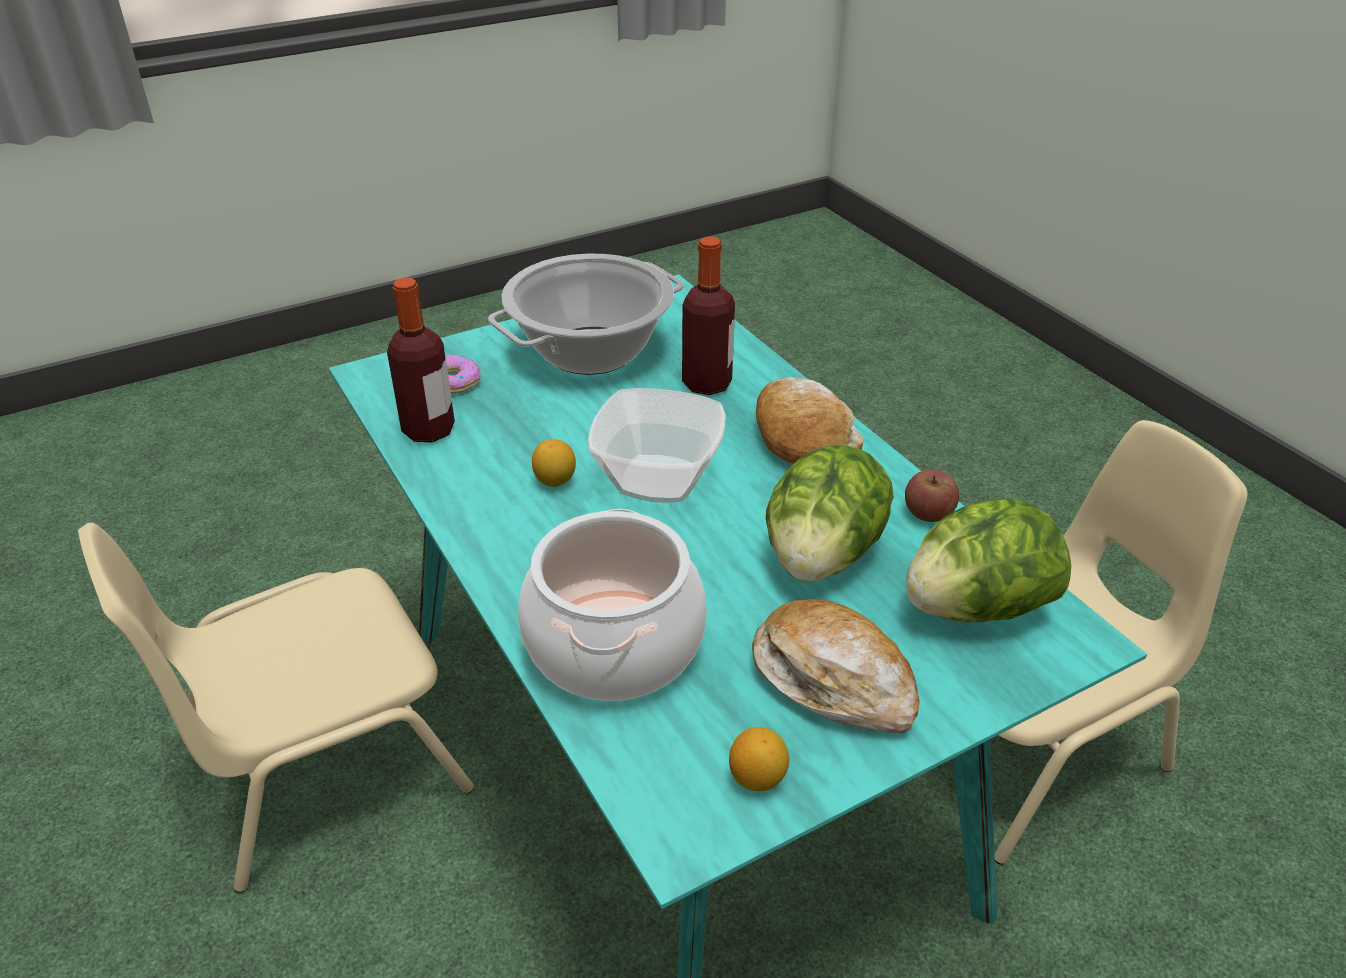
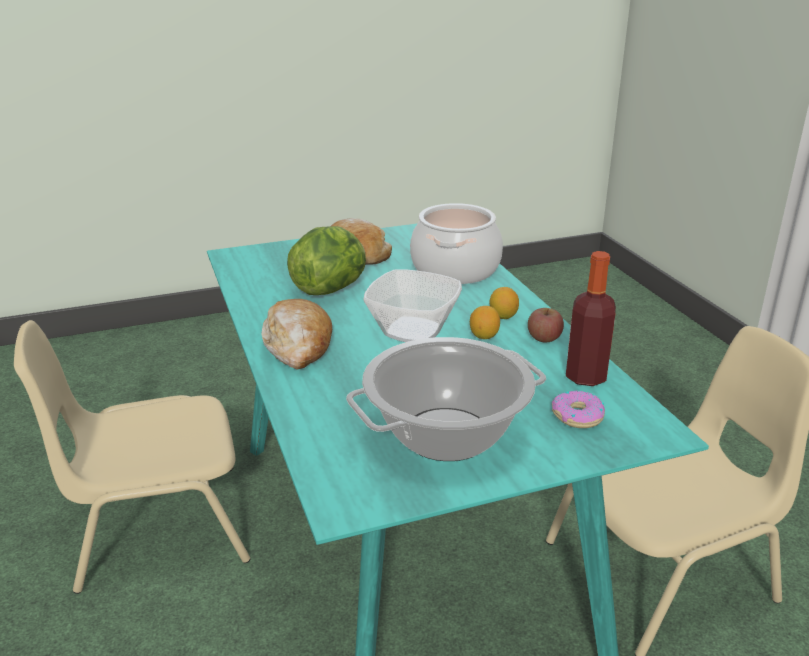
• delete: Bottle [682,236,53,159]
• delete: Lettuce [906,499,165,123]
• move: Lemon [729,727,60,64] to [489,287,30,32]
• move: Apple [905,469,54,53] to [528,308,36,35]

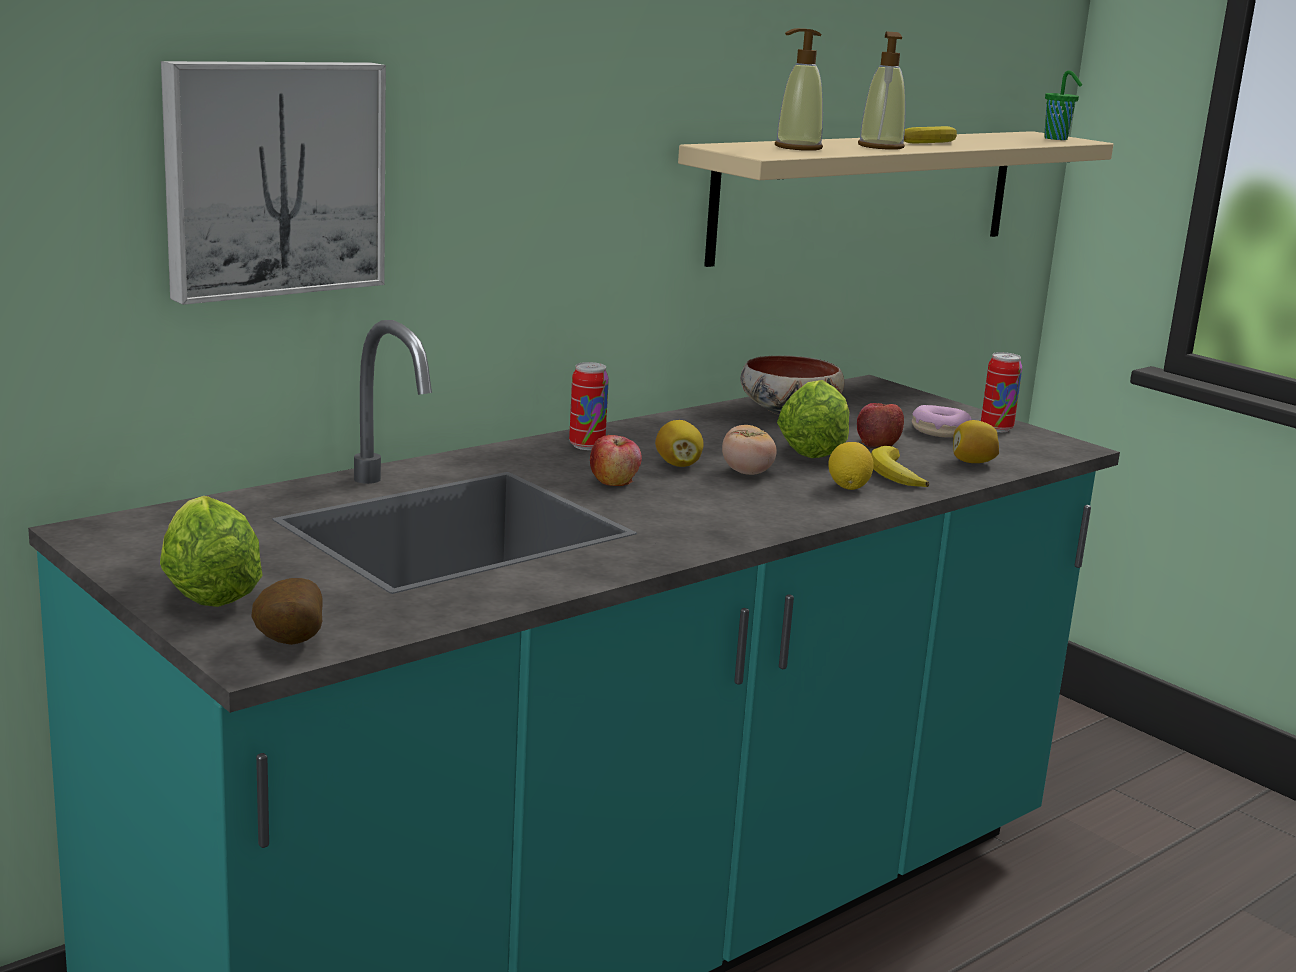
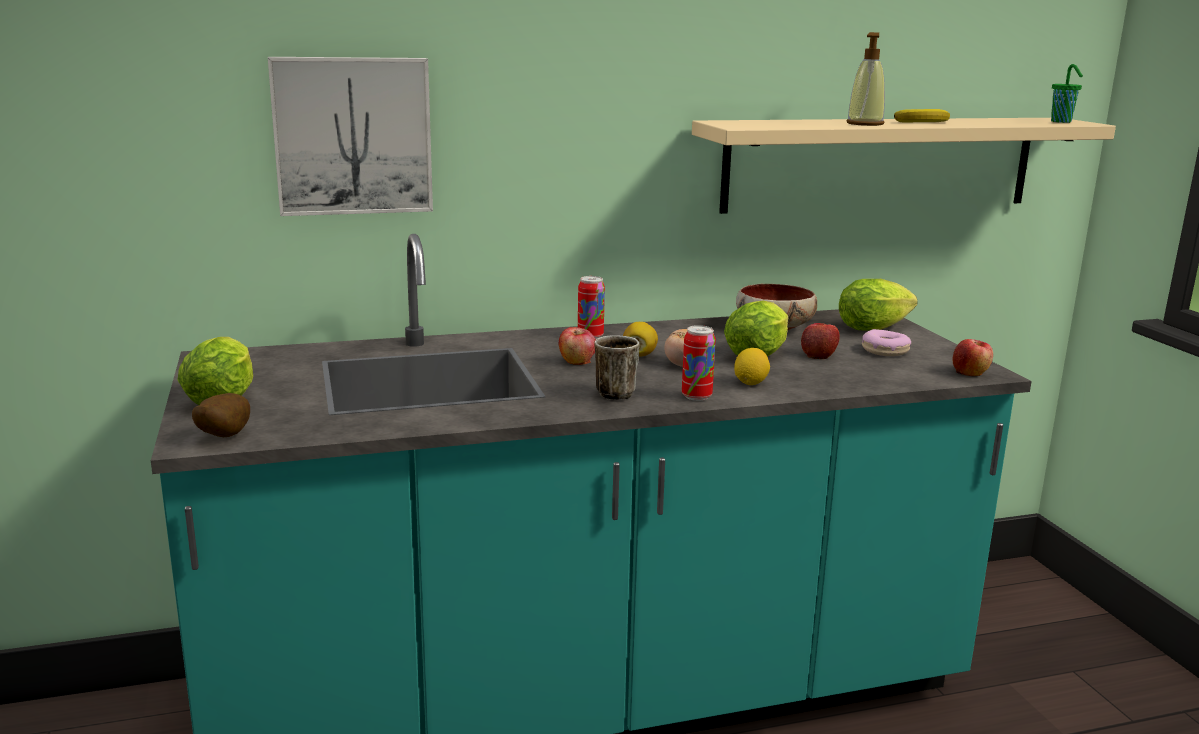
• delete: SoapDispenser [775,28,48,123]
• delete: Banana [871,446,58,41]
• delete: Lemon [953,420,46,43]
• insert: Mug [594,335,45,65]
• insert: Lettuce [839,279,79,52]
• insert: Apple [952,339,41,37]
• move: Can [981,352,41,80] to [682,325,34,76]

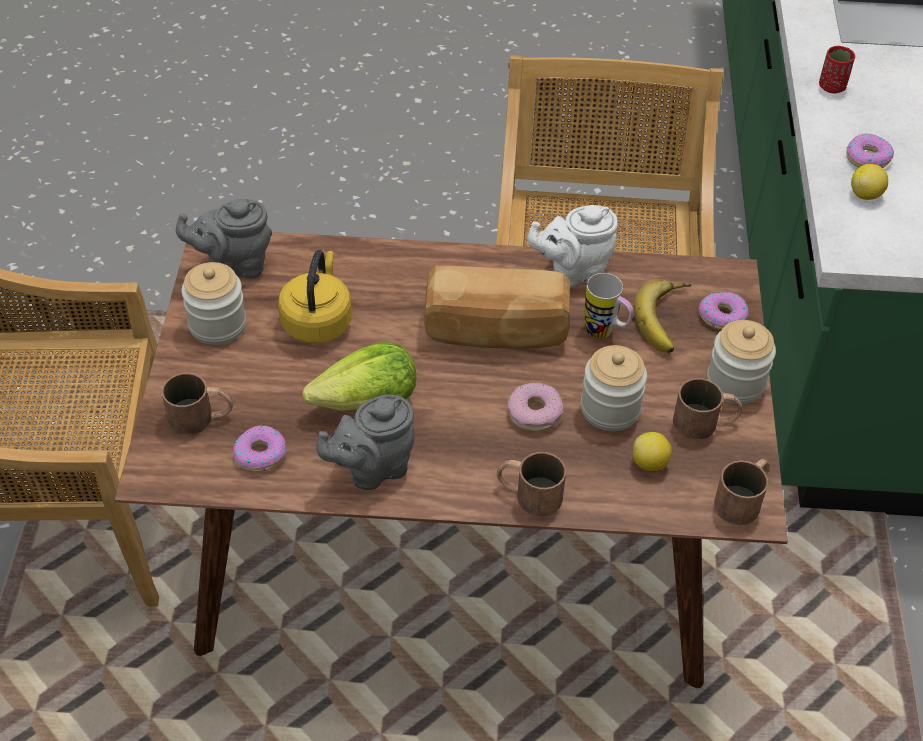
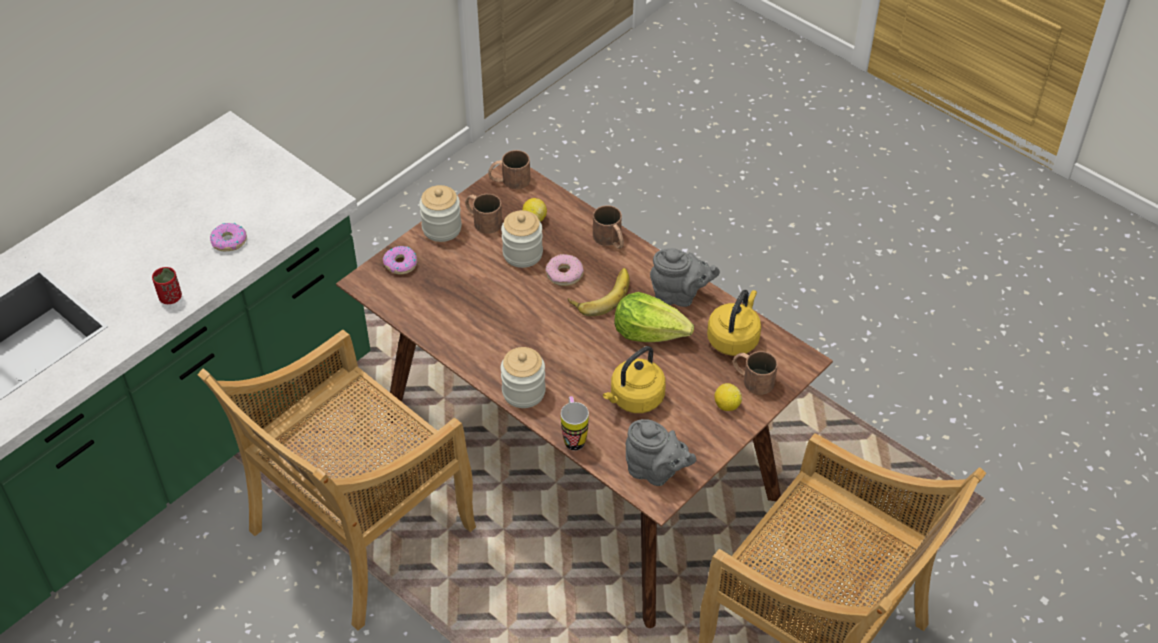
• delete: Bread [424,265,146,84]
• delete: WhiteTeapot [527,205,91,83]
• move: Jar [181,262,65,83] to [501,347,45,61]
• move: Mug [585,273,49,66] to [561,396,28,55]
• move: Banana [633,279,58,74] to [568,268,62,48]
• move: Lemon [851,164,37,36] to [714,383,28,28]
• replace: Donut [233,425,54,47] to YellowKettle [707,290,54,66]

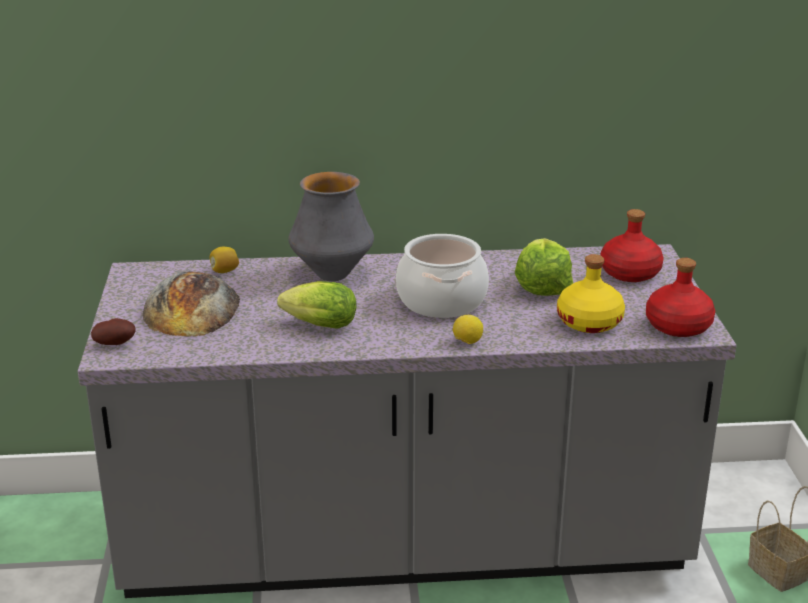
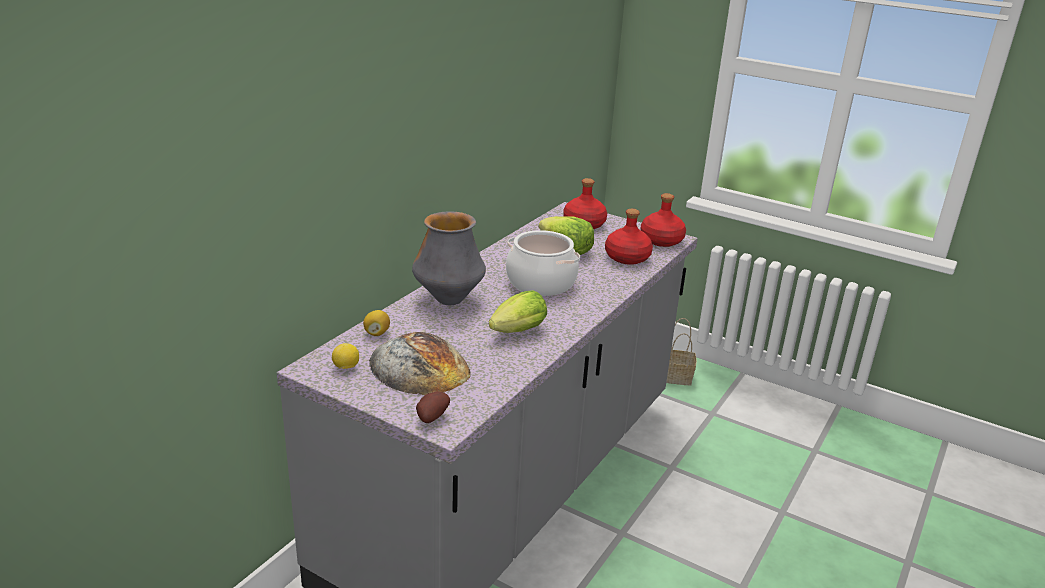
• move: Lemon [453,315,30,29] to [332,343,27,26]
• recolor: YellowBottle [557,254,68,79] to RedBottle [605,209,48,56]

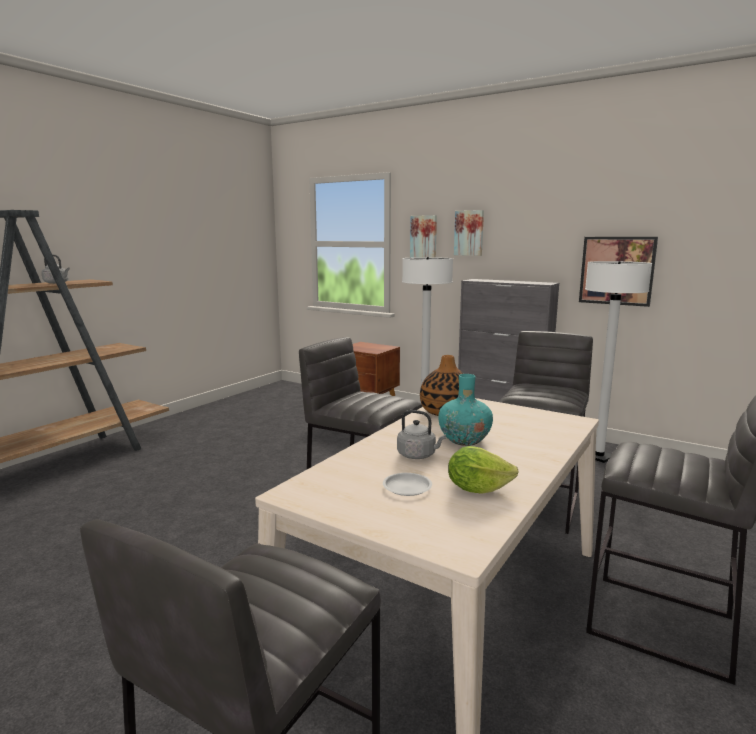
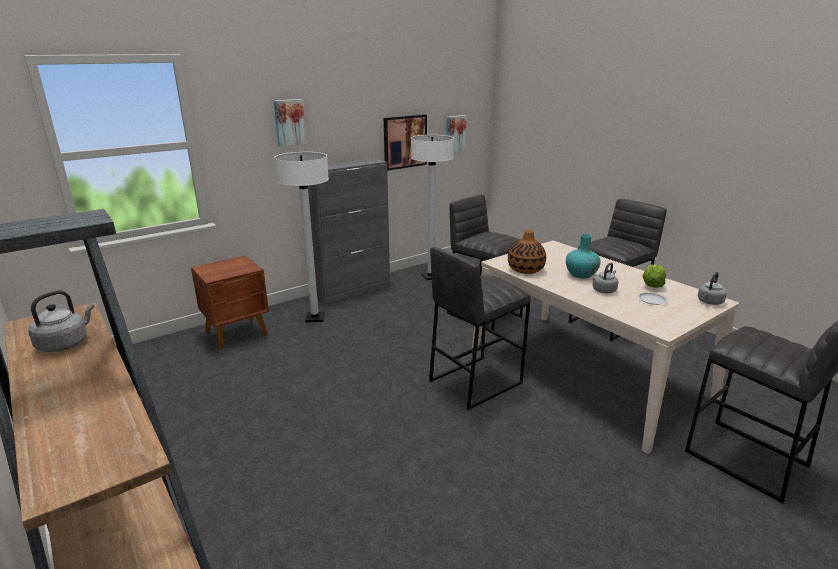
• insert: GreyKettle [697,272,30,33]
• move: Picture [410,215,27,43] to [446,115,21,38]

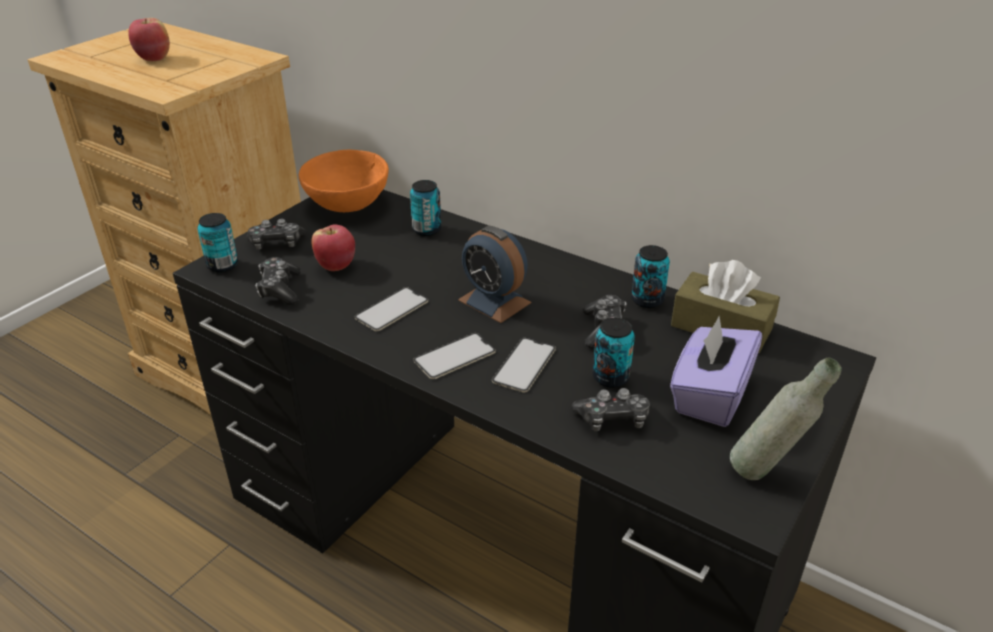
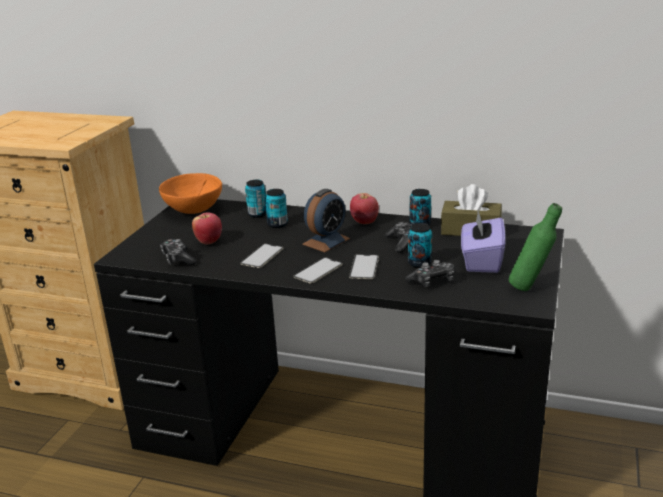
• delete: GameController [247,219,60,31]
• move: Apple [128,18,42,43] to [350,193,29,31]
• move: Can [197,213,41,59] to [265,189,23,39]
• recolor: GreyBottle [730,357,112,123] to GreenBottle [509,203,53,88]
• rotate: AlarmClock [458,226,73,97] = [302,189,48,63] 75 degrees counterclockwise

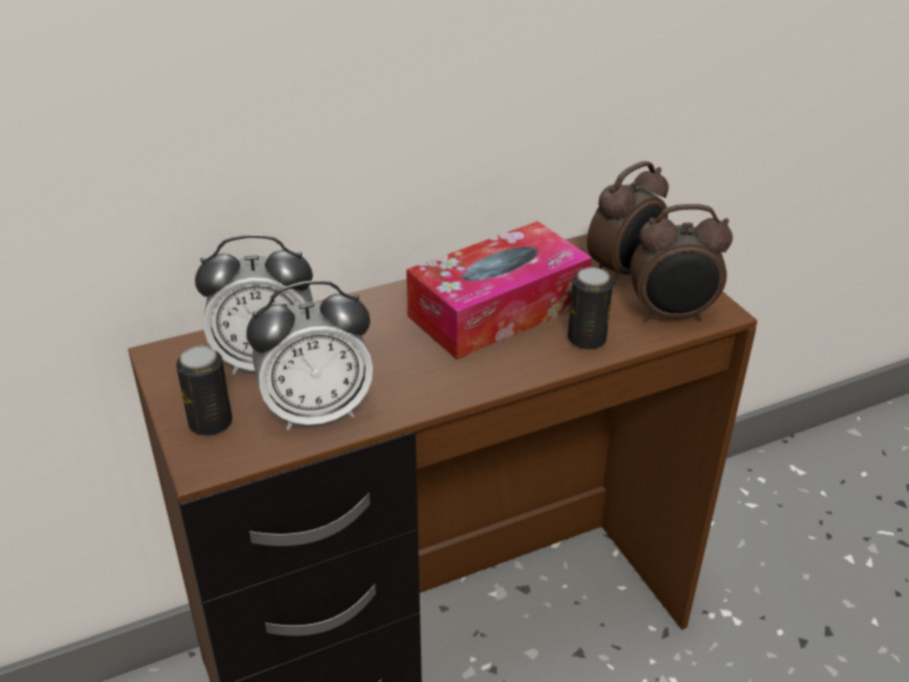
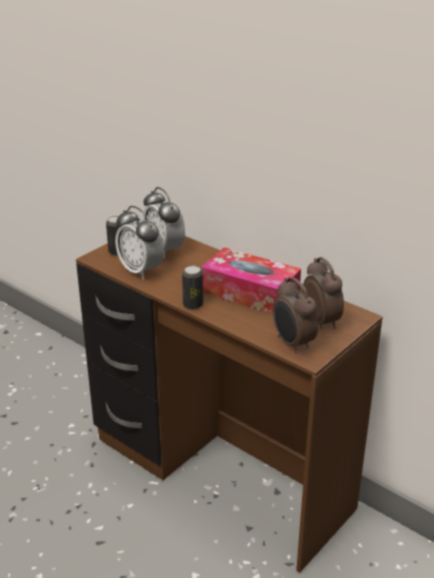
• move: Can [568,267,45,83] to [182,266,21,43]
• rotate: AlarmClock [587,161,82,124] = [303,257,41,73] 135 degrees counterclockwise

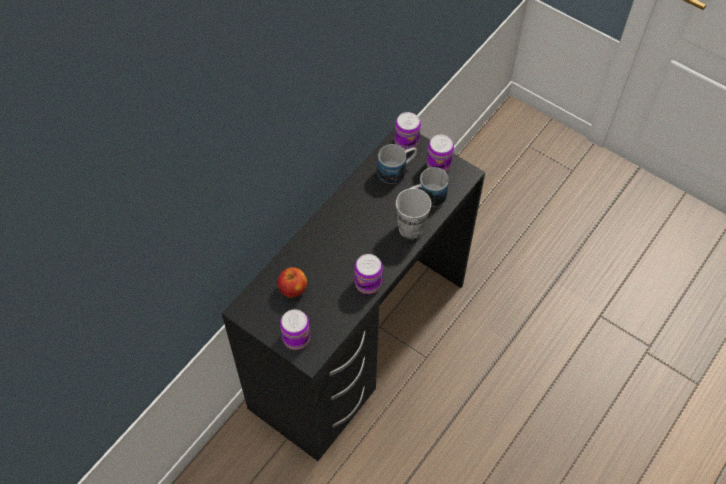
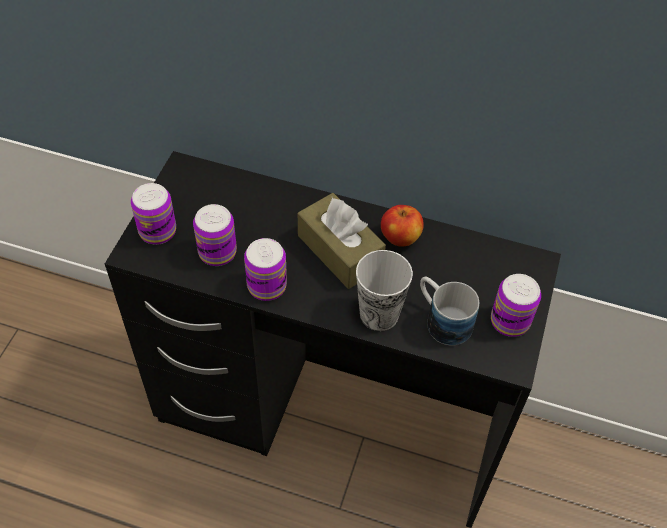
• delete: Mug [377,144,40,40]
• insert: BrownTissueBox [298,193,88,96]
• move: Apple [277,267,30,31] to [381,205,43,42]
• move: Can [395,112,26,38] to [193,204,44,62]

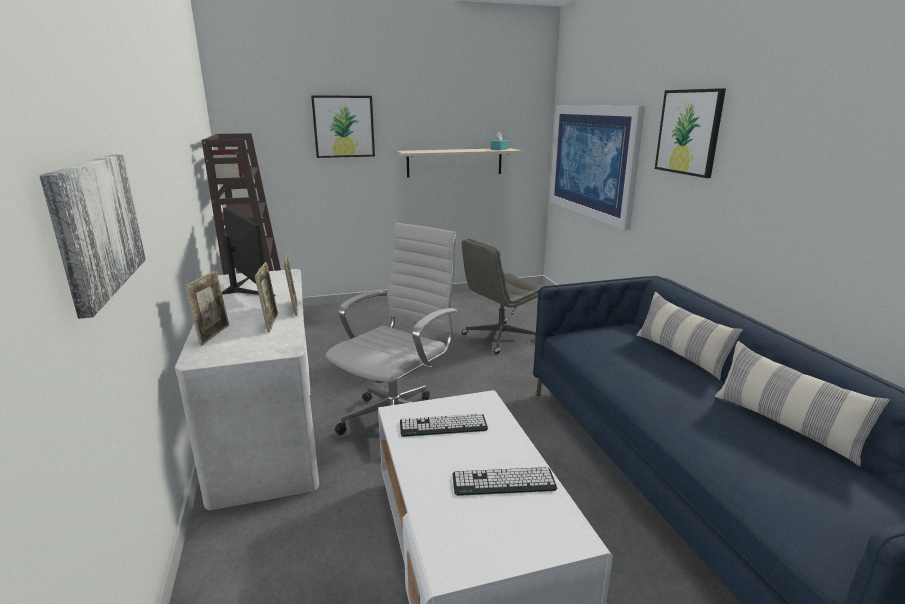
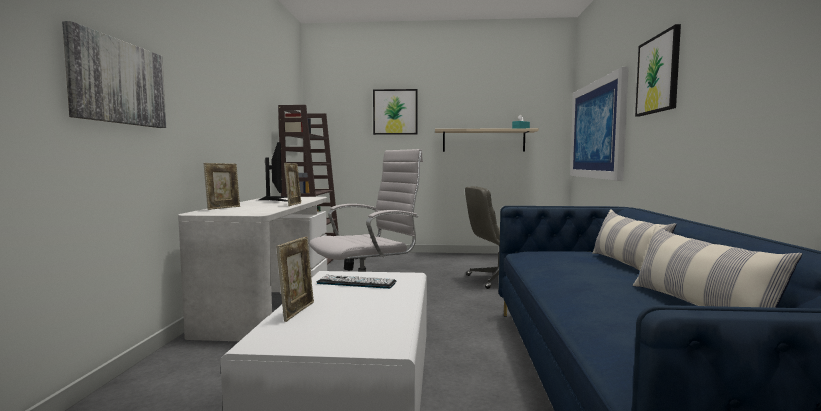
• delete: Keyboard [452,467,105,29]
• move: PictureFrame [255,262,23,70] to [277,237,37,85]

